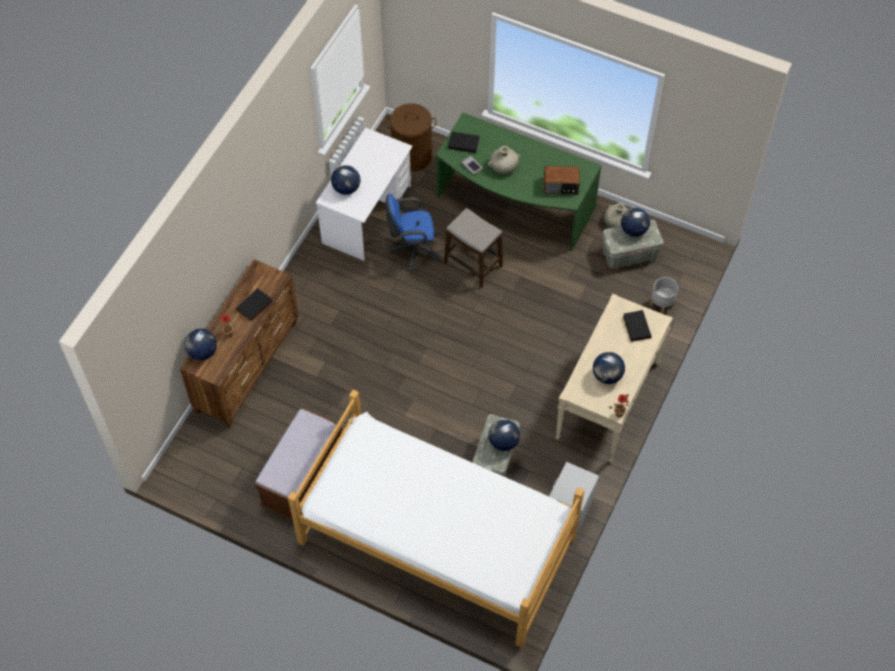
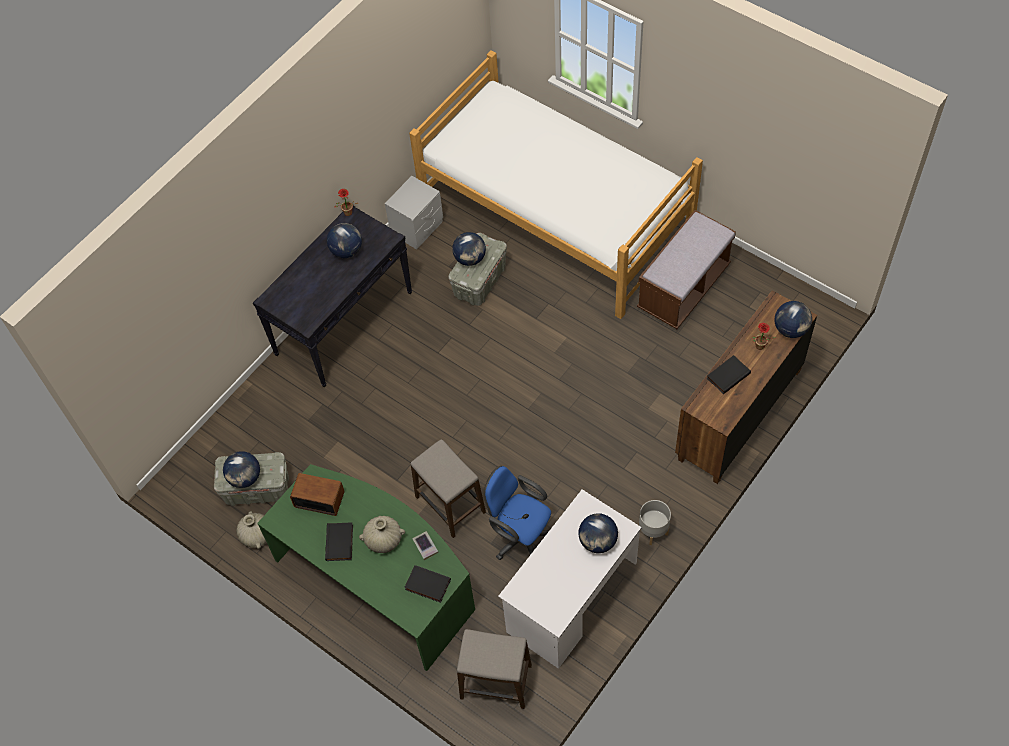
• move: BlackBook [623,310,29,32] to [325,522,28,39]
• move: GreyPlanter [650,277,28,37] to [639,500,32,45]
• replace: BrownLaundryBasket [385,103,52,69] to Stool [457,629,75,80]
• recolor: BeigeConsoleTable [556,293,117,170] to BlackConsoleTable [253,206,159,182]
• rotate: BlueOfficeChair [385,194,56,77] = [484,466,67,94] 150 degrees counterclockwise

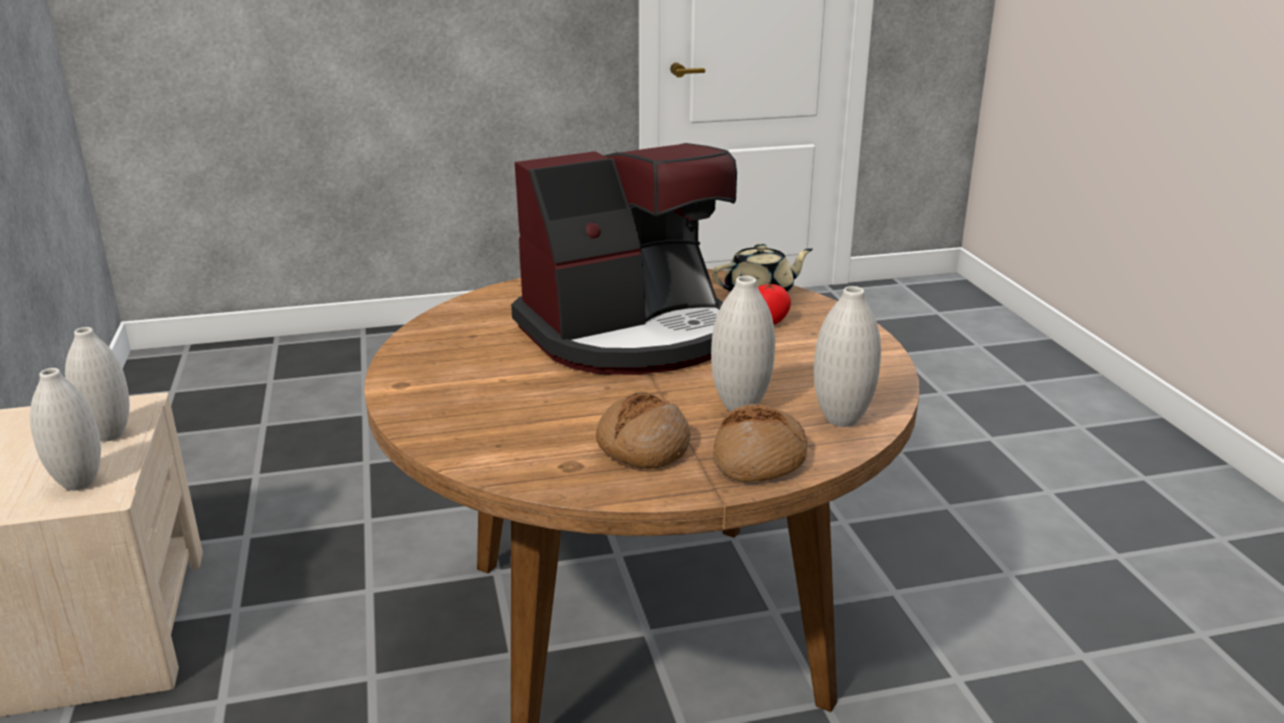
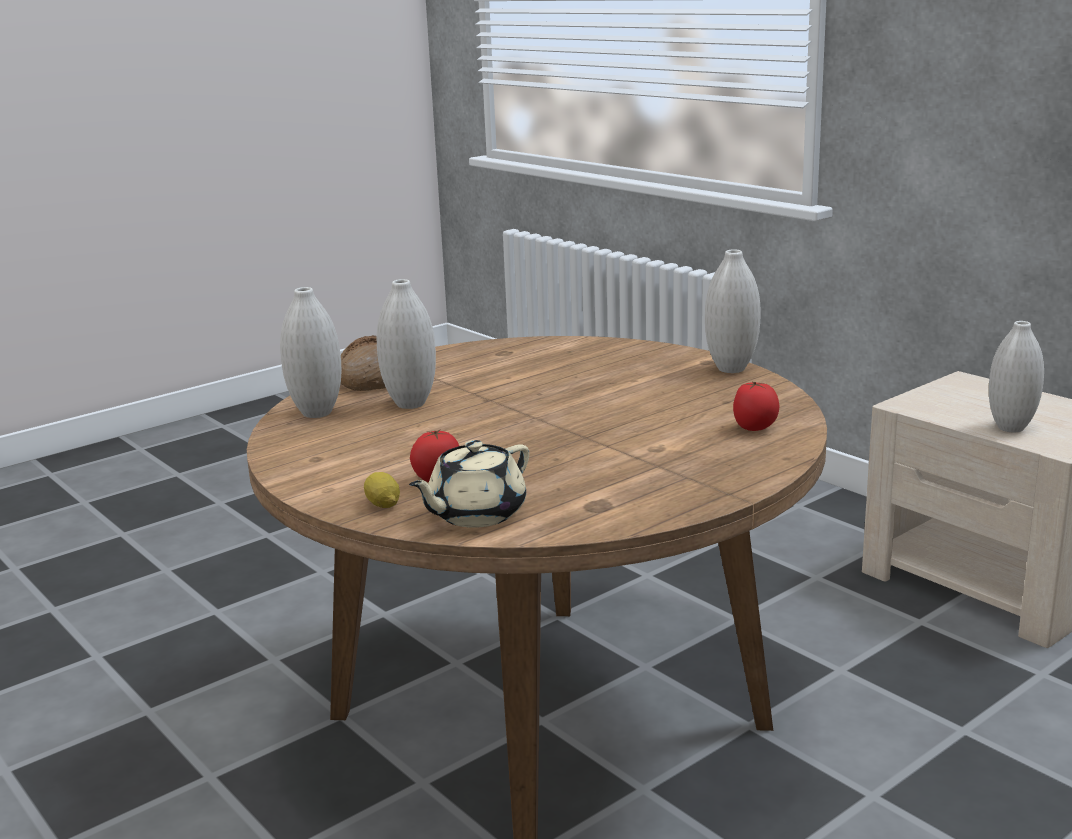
• delete: CoffeeMachine [511,143,226,232]
• delete: Bread [596,392,94,77]
• insert: Lemon [364,472,36,36]
• insert: Tomato [733,381,46,50]
• move: WhiteVase [30,368,71,123] to [705,249,56,124]

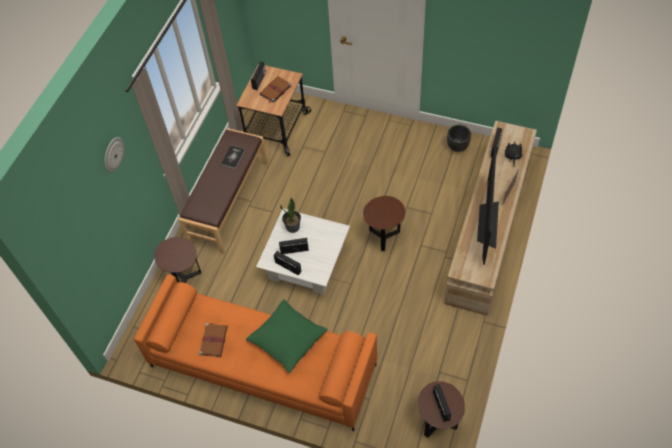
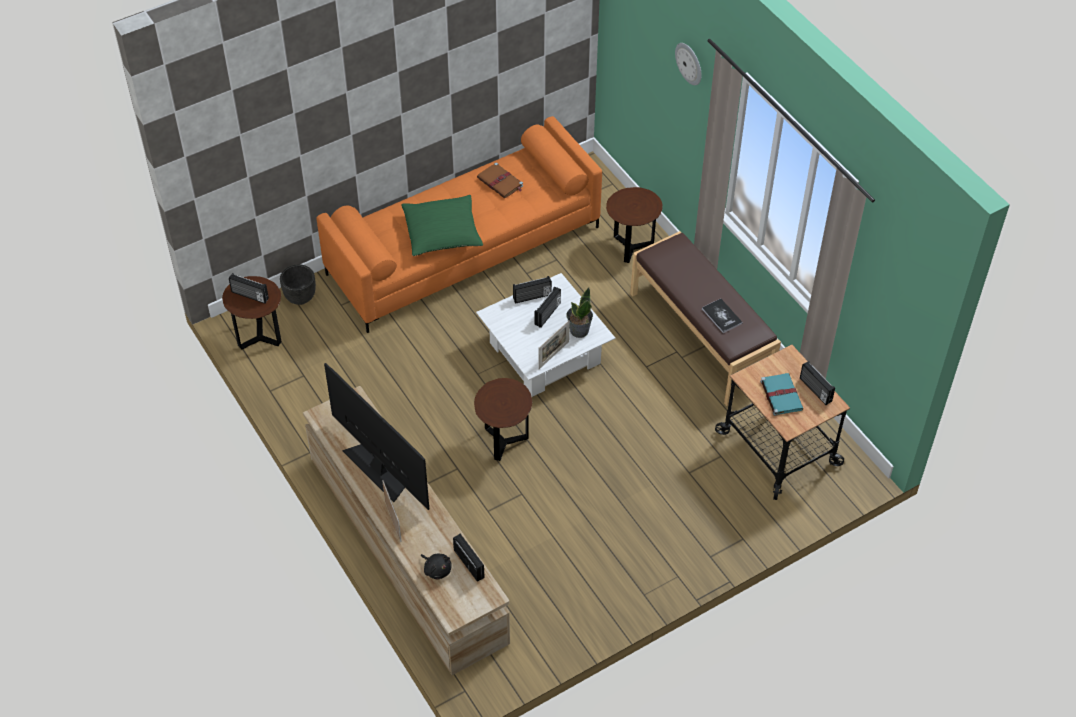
• insert: PictureFrame [538,320,32,49]
• move: BlackPlanter [447,125,24,27] to [280,264,36,41]
• recolor: BrownBook [259,76,33,27] to TurquoiseBook [760,373,43,43]

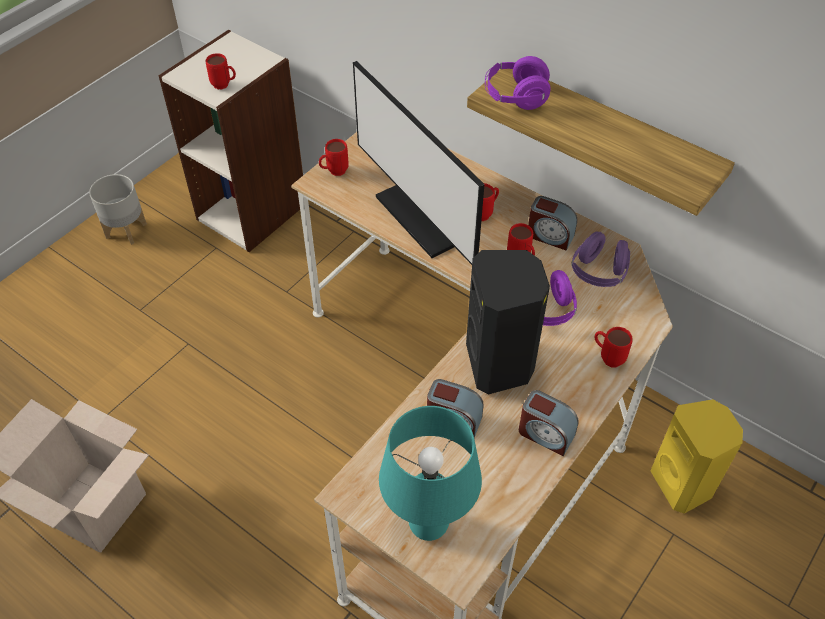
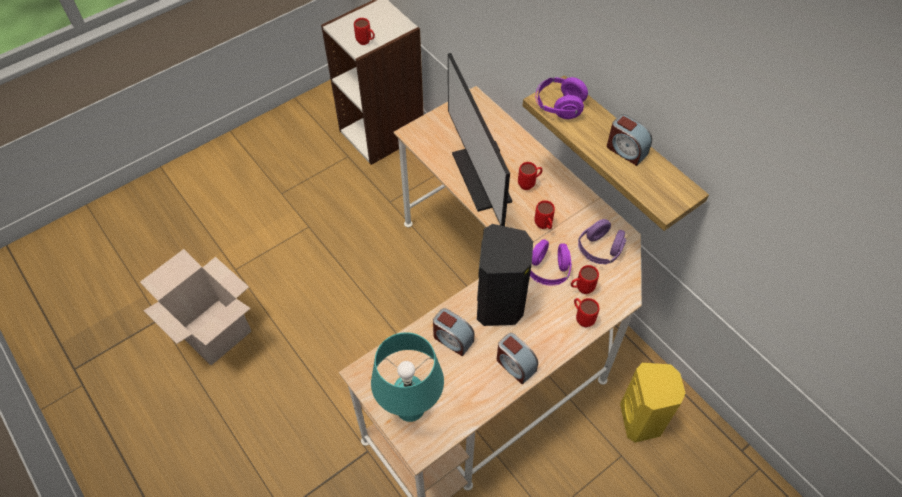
• delete: GreyPlanter [89,174,58,71]
• move: RedMug [319,139,30,37] to [571,265,28,29]
• move: AlarmClock [528,196,49,54] to [607,114,45,52]

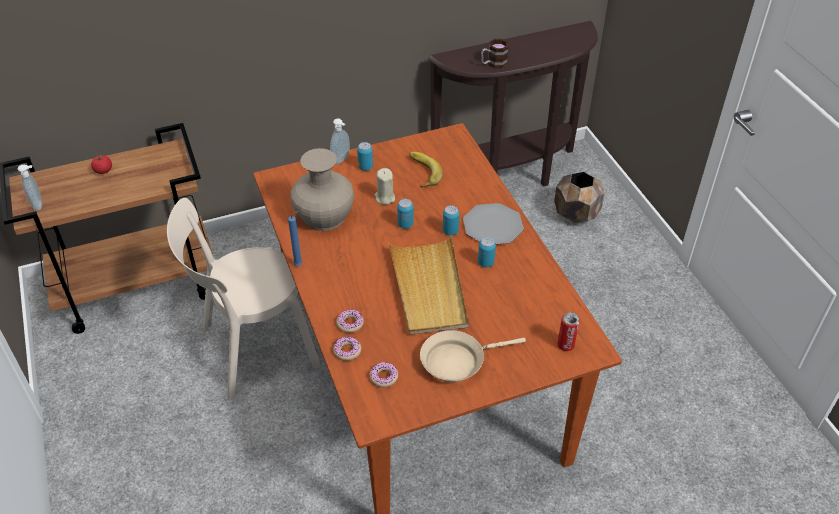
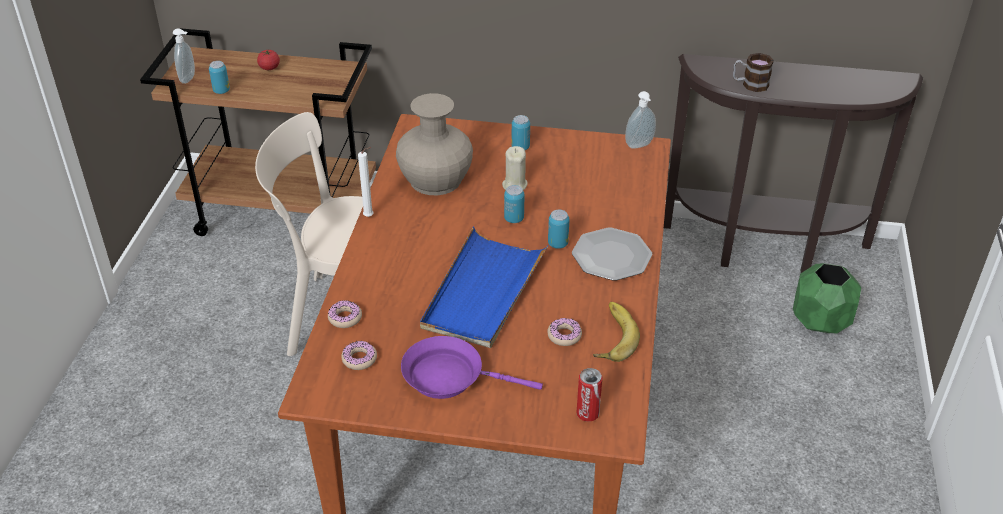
• move: SoapDispenser [330,118,20,46] to [625,91,31,58]
• move: Donut [336,309,28,24] to [547,318,35,28]
• move: Banana [409,152,34,35] to [593,302,47,60]
• move: Can [478,237,18,30] to [209,61,21,33]
• recolor: BlueCandle [288,211,14,55] to WhiteCandle [358,147,15,70]
• recolor: BeigeTray [388,235,81,100] to BlueTray [420,227,129,121]
• recolor: BeigeFryingPan [420,330,106,52] to PurpleFryingPan [401,336,142,63]
• recolor: BrownPlanter [554,172,50,51] to GreenPlanter [793,263,68,70]

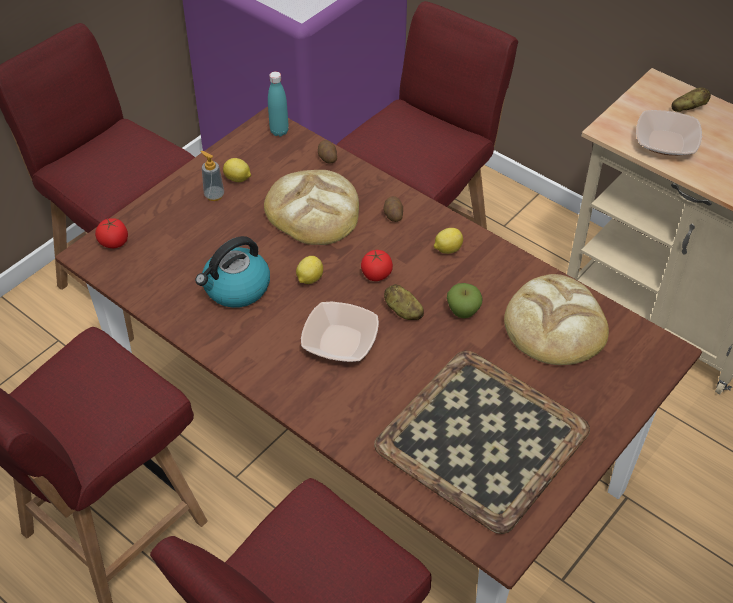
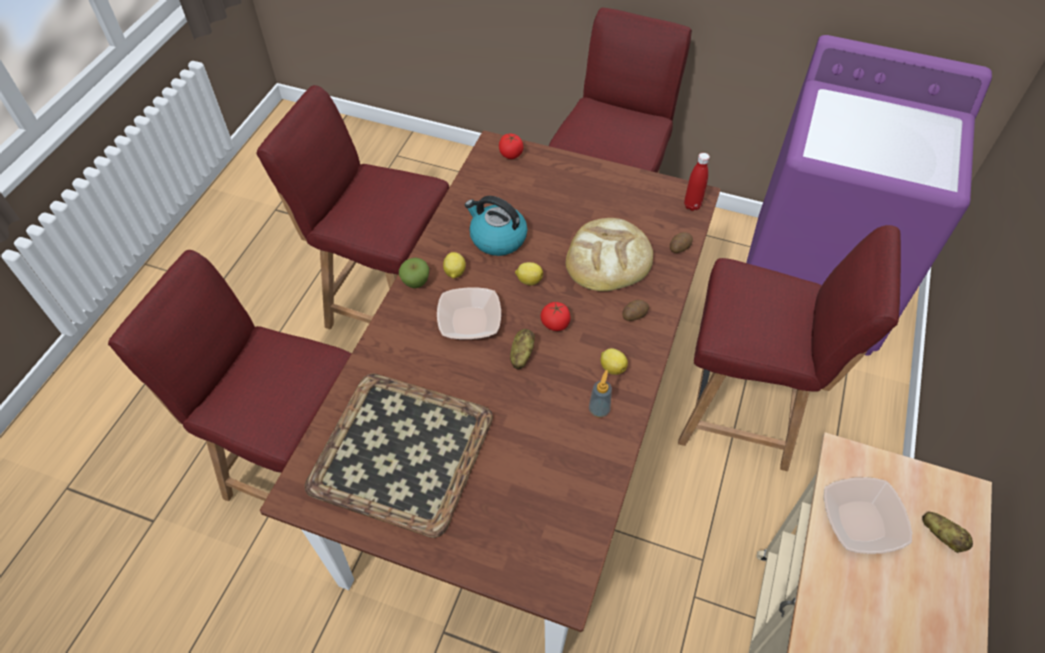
• delete: Bread [504,274,105,91]
• move: SoapDispenser [200,151,24,50] to [589,370,23,48]
• move: Lemon [223,158,28,24] to [443,252,23,27]
• move: Apple [447,283,36,35] to [399,258,30,30]
• recolor: TurquoiseBottle [268,71,21,65] to RedBottle [684,153,26,58]

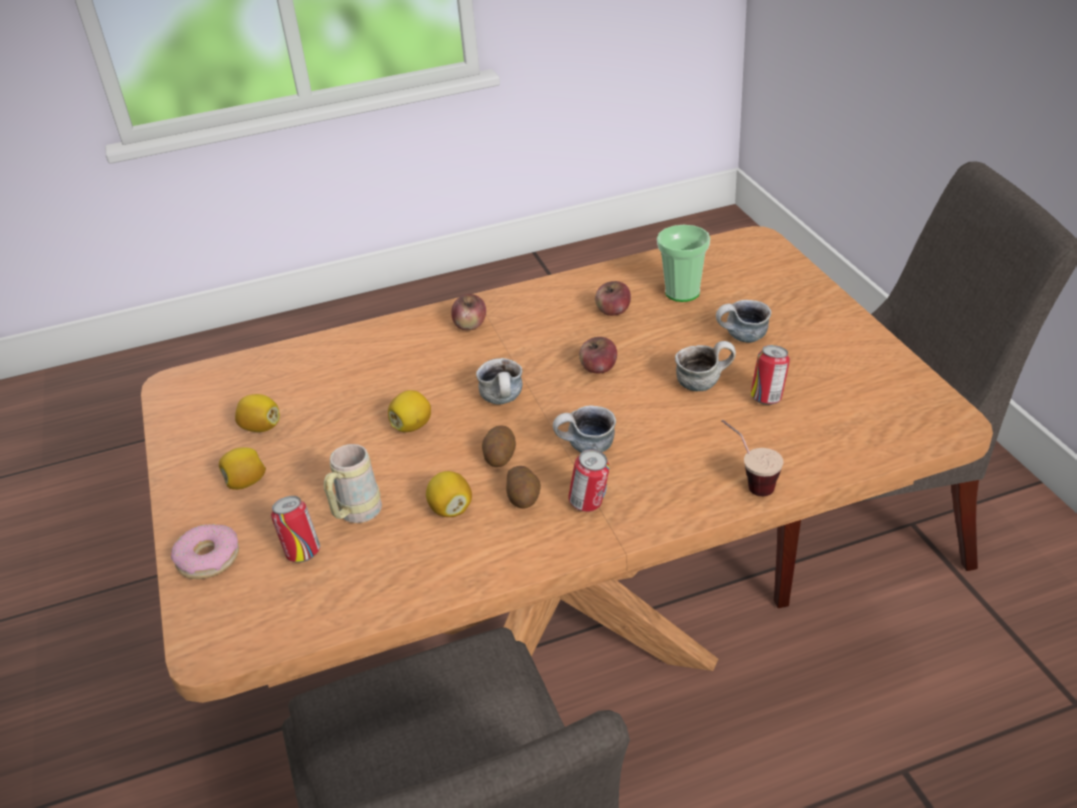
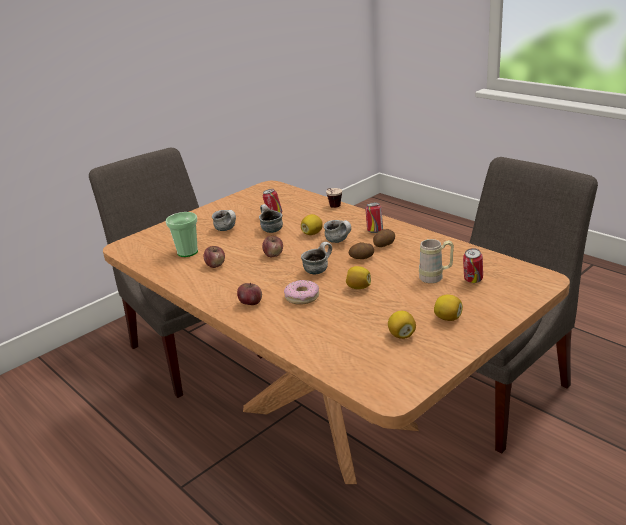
• move: Donut [171,524,68,55] to [284,280,35,25]
• move: Lemon [426,471,46,46] to [301,214,22,21]

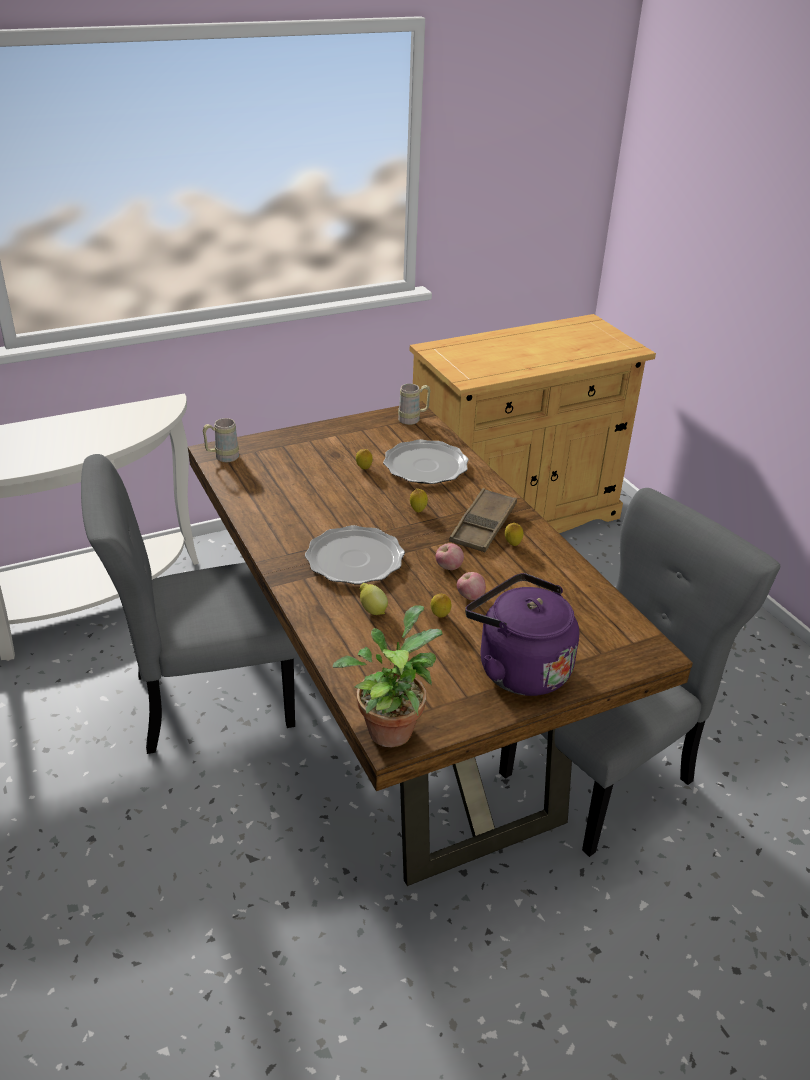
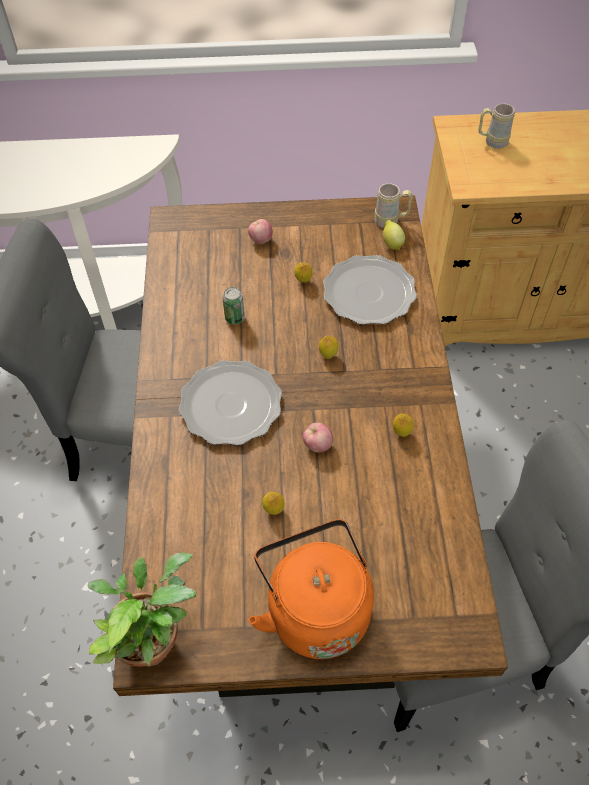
• delete: BrownTray [449,488,68,64]
• insert: Can [222,287,23,38]
• move: BeigeMug [203,418,36,44] to [478,103,37,46]
• move: Lemon [360,583,28,32] to [383,220,22,30]
• move: Apple [457,572,29,28] to [248,219,25,25]
• recolor: PurpleKettle [465,573,114,123] to OrangeKettle [248,519,126,140]

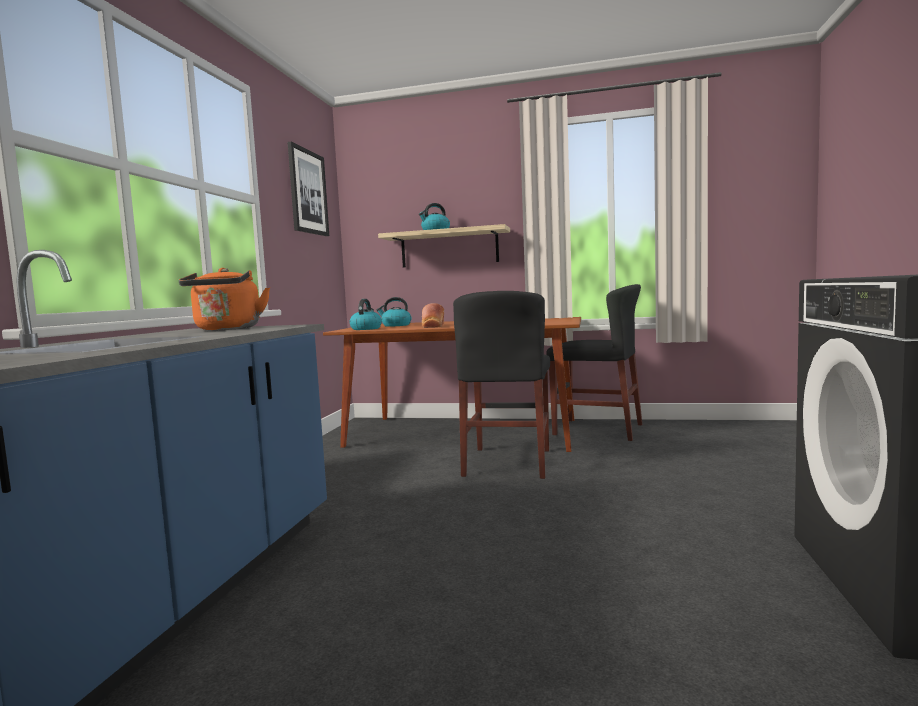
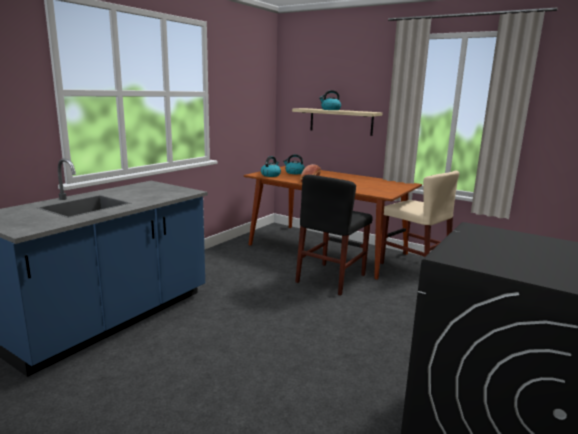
• delete: OrangeKettle [179,268,91,62]
• delete: Picture [288,142,41,94]
• recolor: BlackChair [546,284,96,157] to BeigeChair [380,171,79,93]

